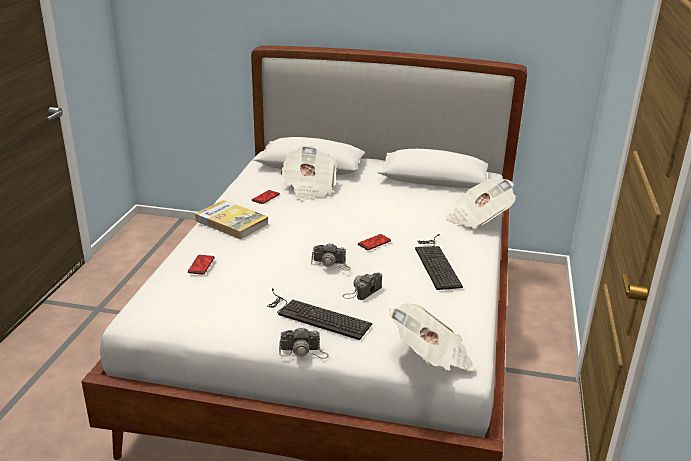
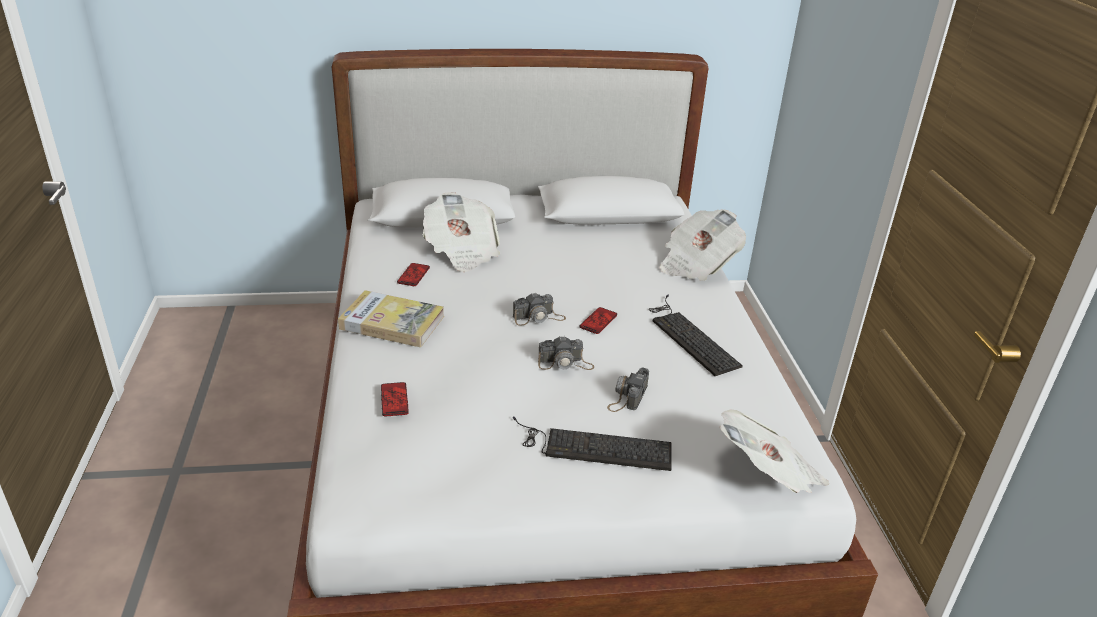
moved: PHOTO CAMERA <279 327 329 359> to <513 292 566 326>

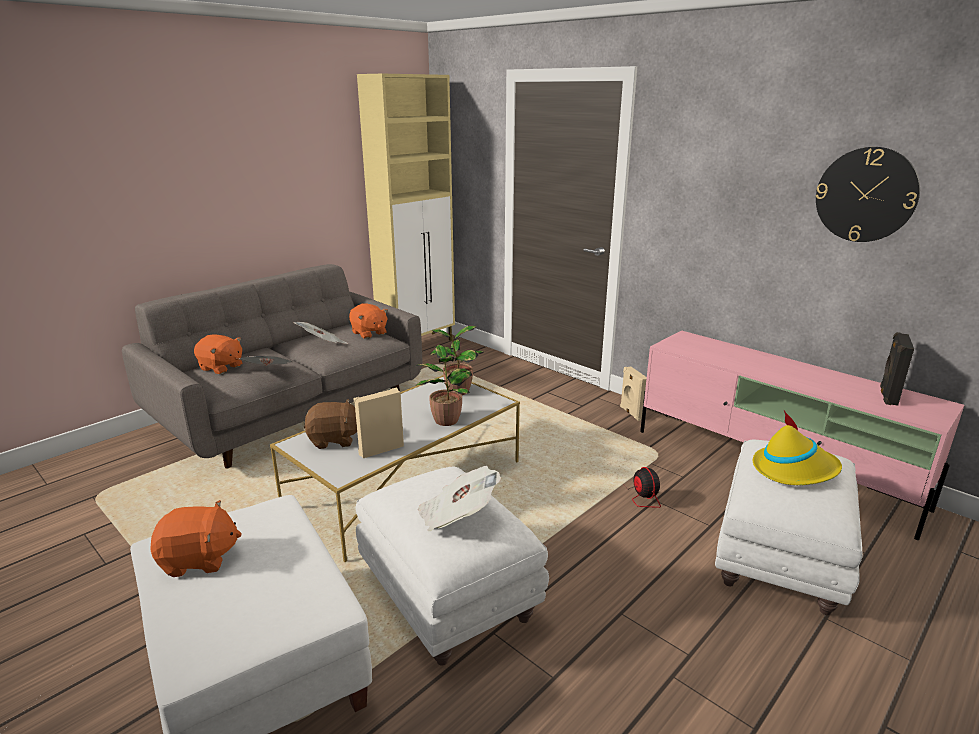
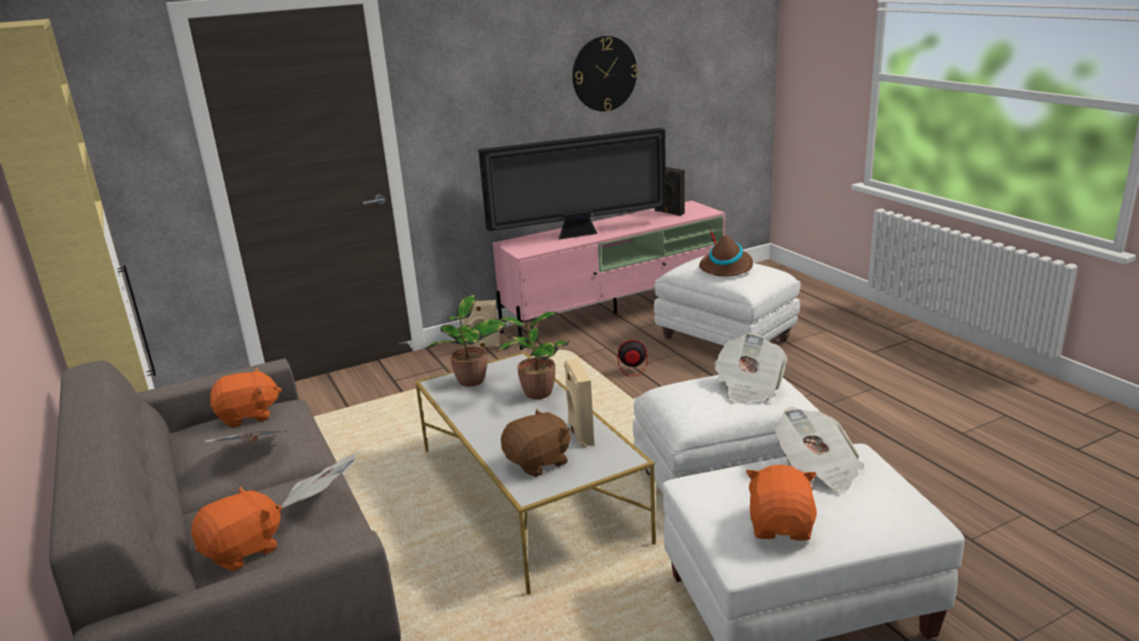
added: TELEVISION <478 128 666 240>; NEWSPAPER <775 407 864 494>
recoloured: YELLOW HAT <753 411 842 485> to BROWN HAT <699 230 753 277>
turned: BROWN PLUSH TOY <304 399 357 449> = <501 409 571 477> 45 degrees clockwise

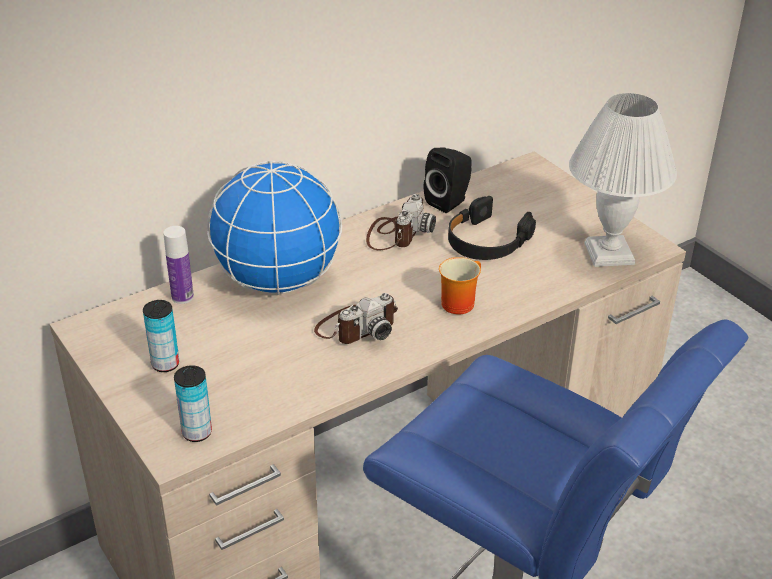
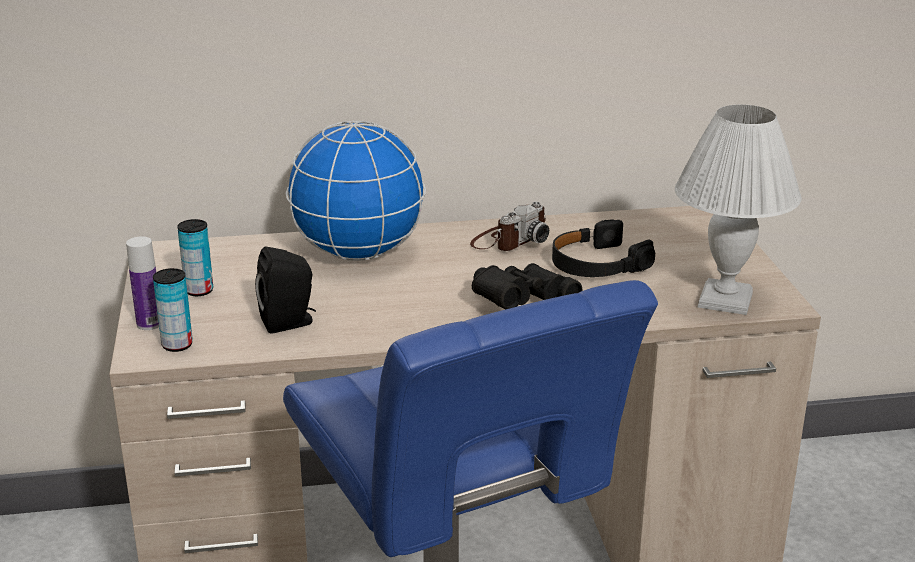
removed: PHOTO CAMERA <314 293 398 344>
moved: BOTTLE <163 226 194 304> to <126 236 159 330>; BLACK SPEAKER <424 148 472 213> to <255 246 316 334>
replaced: MUG <439 257 481 314> to BLACK BINOCULARS <472 263 582 309>

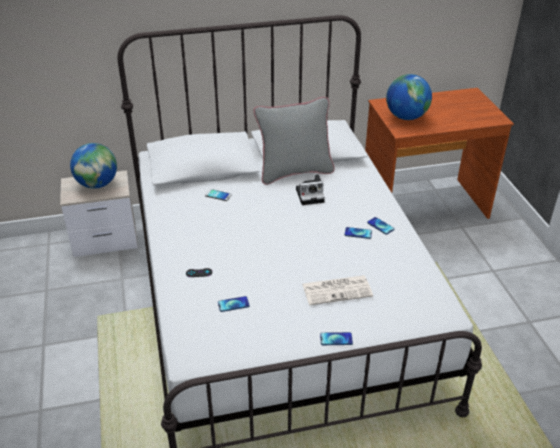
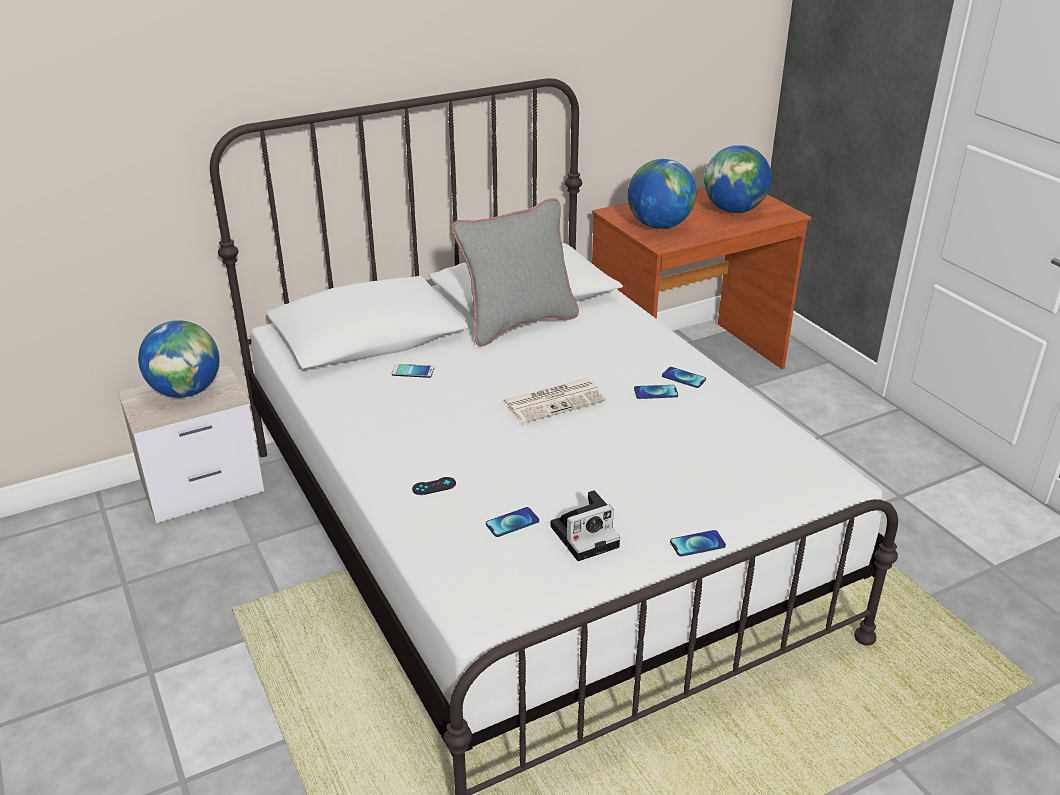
added: GLOBE <704 145 771 213>
moved: PHOTO CAMERA <296 174 325 205> to <550 490 620 561>; NEWSPAPER <302 275 373 305> to <503 378 607 424>

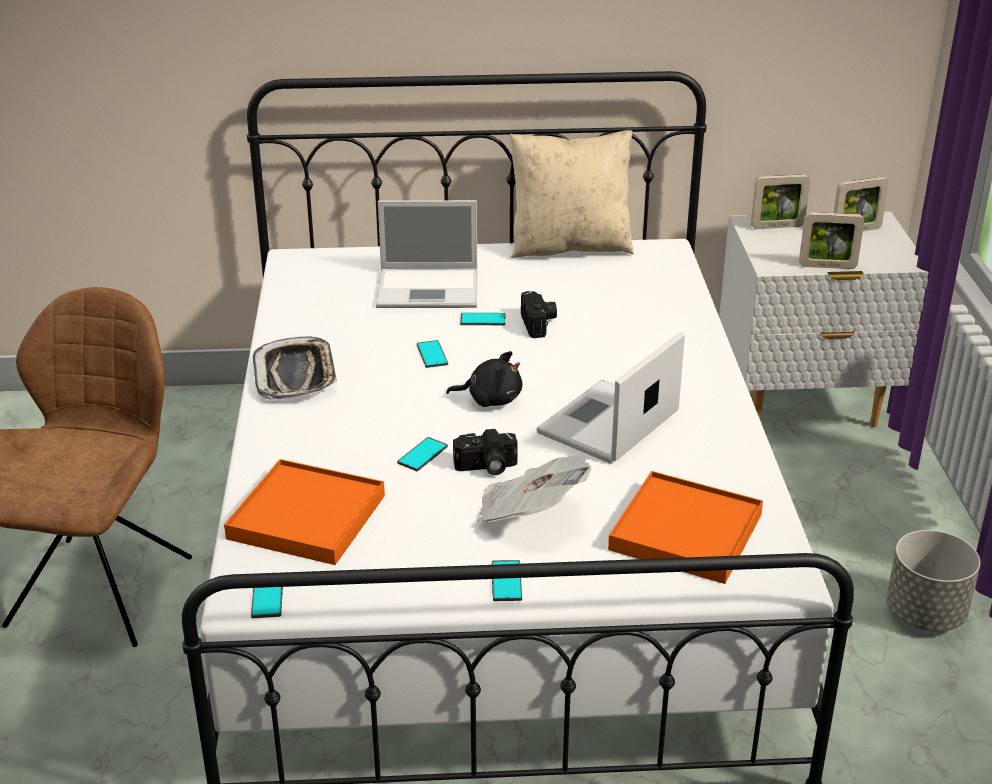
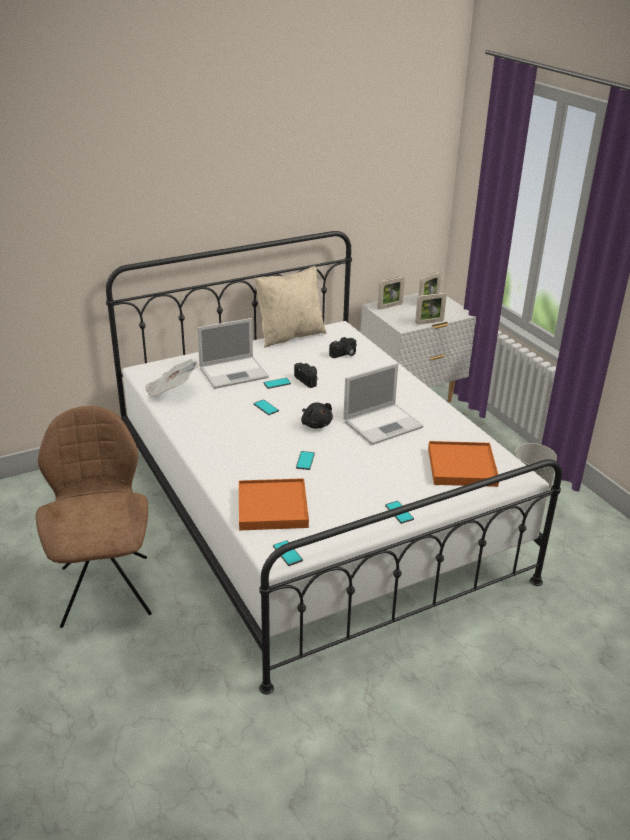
removed: TRAY <253 337 337 400>
moved: PHOTO CAMERA <453 429 518 475> to <329 337 357 358>; NEWSPAPER <477 454 591 522> to <145 359 198 399>
turned: BLACK PLUSH TOY <446 351 522 407> = <301 402 333 428> 75 degrees clockwise; LAPTOP <536 332 685 464> = <343 363 423 445> 135 degrees counterclockwise

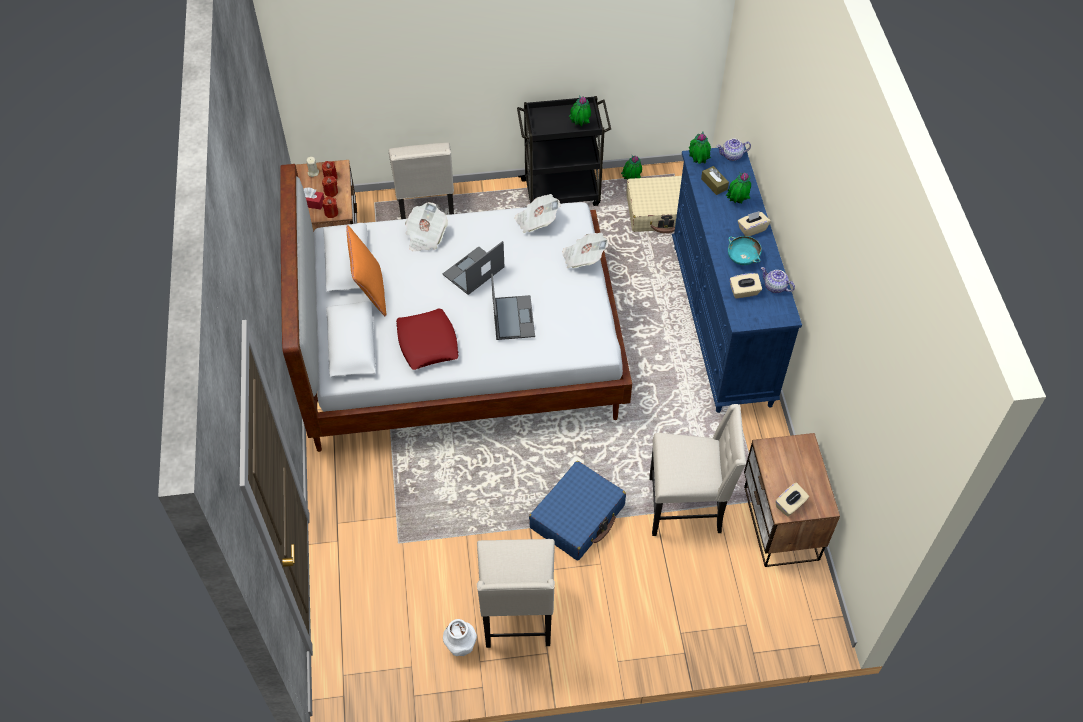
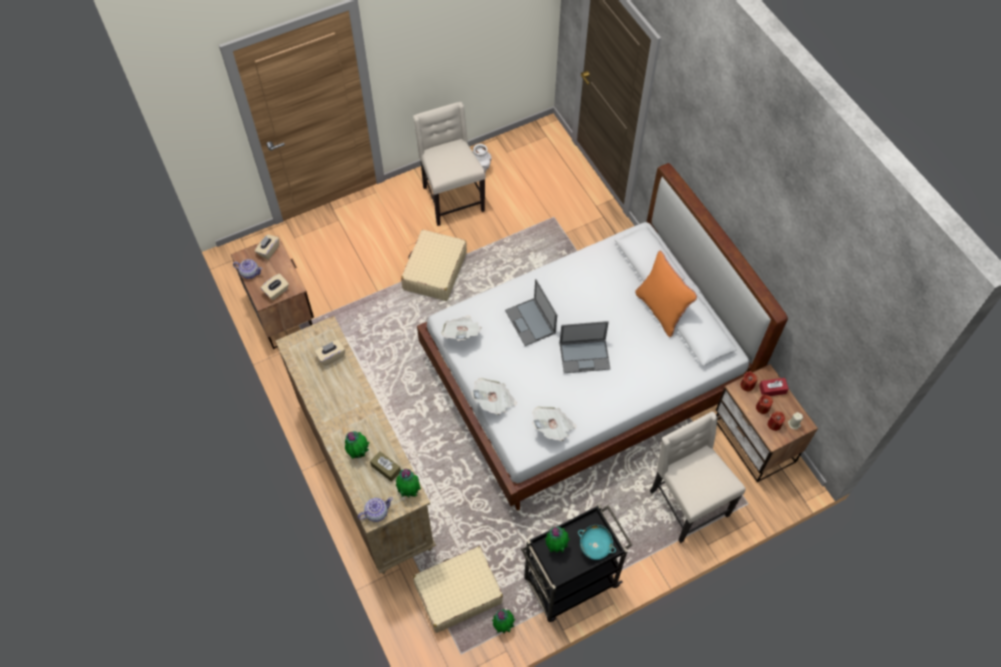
removed: RED PILLOW <396 309 458 370>; BEIGE CHAIR <649 404 746 536>
moved: NEWSPAPER <405 202 448 251> to <441 315 482 341>; TURQUOISE BOWL <728 236 762 265> to <578 525 616 560>; BEIGE TISSUE BOX <738 211 771 236> to <261 273 289 300>; TEAPOT <761 267 795 293> to <233 259 262 279>
recoloured: BLUE SUITCASE <529 461 626 560> to BEIGE SUITCASE <401 230 467 301>; BLUE DRESSER <672 146 802 413> to BEIGE DRESSER <276 316 436 574>
turned: LAPTOP <442 241 505 295> = <560 321 610 373> 60 degrees clockwise

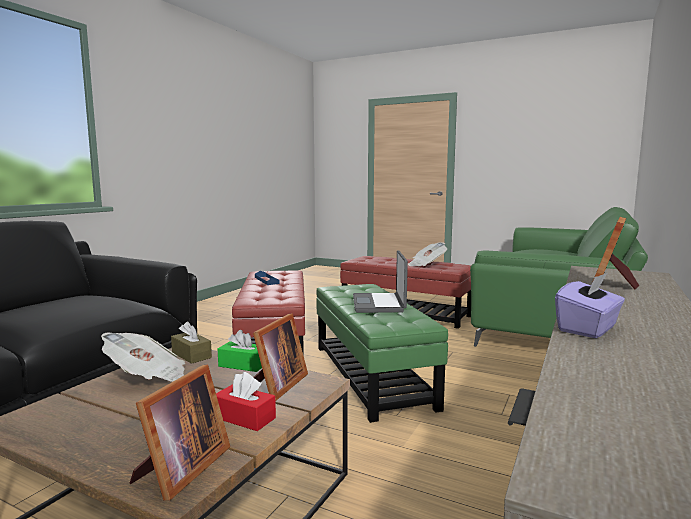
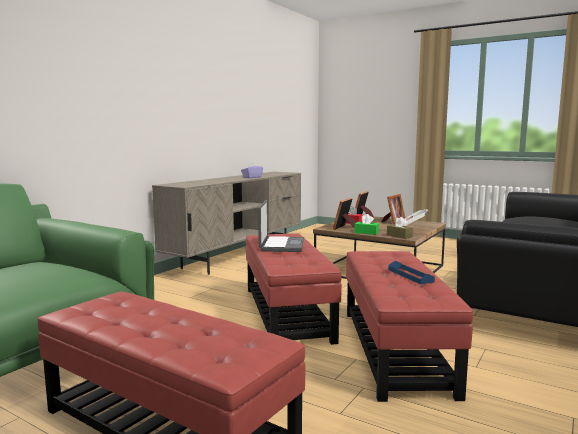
removed: NEWSPAPER <408 242 447 266>
moved: PICTURE FRAME <591 217 639 290> to <381 194 406 224>
recoloured: GREEN OTTOMAN <316 284 448 423> to RED OTTOMAN <246 233 342 345>

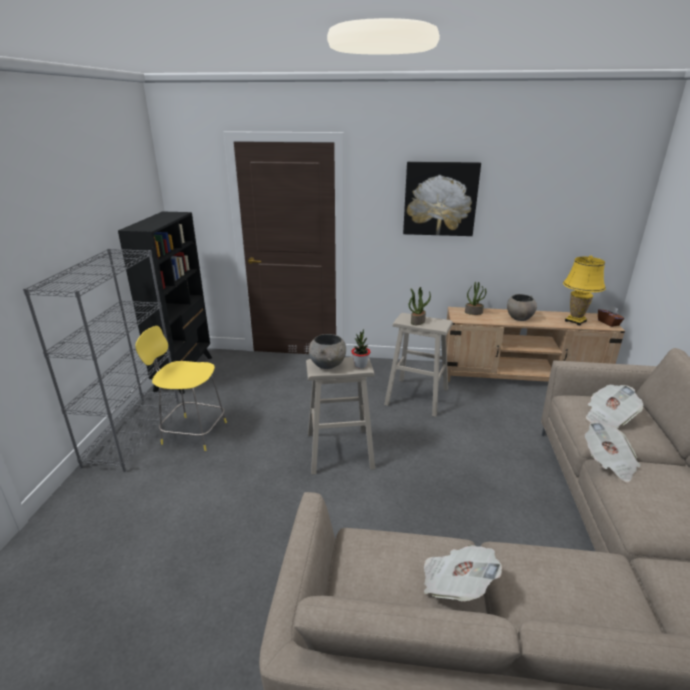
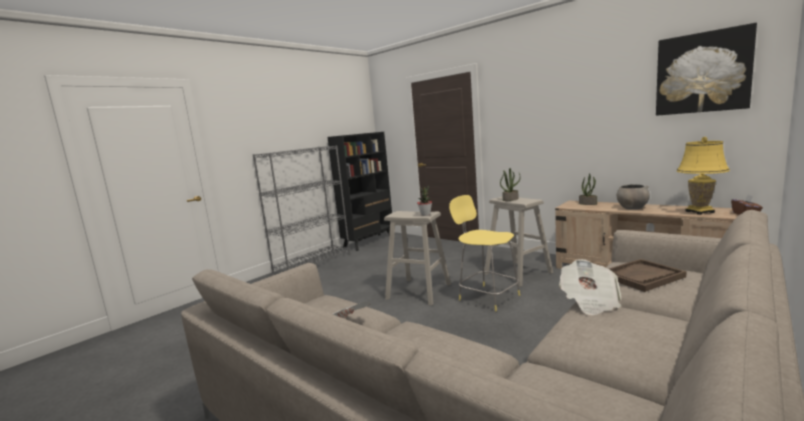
removed: GREY BOWL <309 334 346 369>
moved: YELLOW STOOL <135 326 227 451> to <449 195 520 312>; PICTURE <403 161 481 236> to <656 23 757 116>
replaced: NEWSPAPER <586 385 643 429> to BROWN TRAY <609 259 687 292>

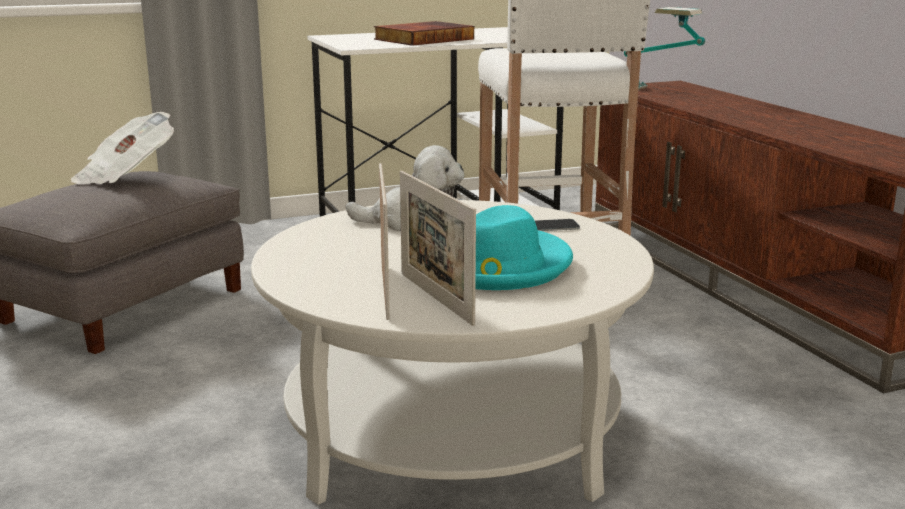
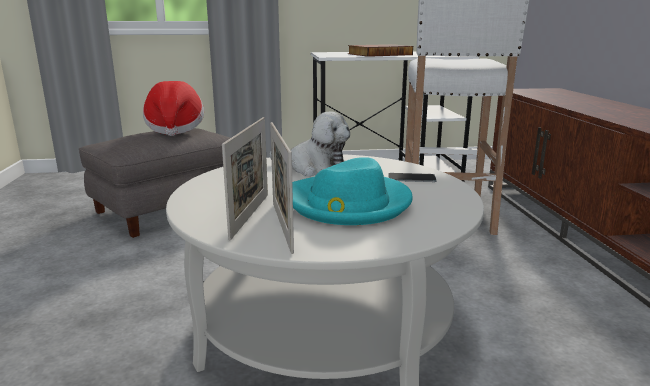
removed: TABLE LAMP <624 7 705 90>
replaced: NEWSPAPER <71 112 174 184> to HAT <143 81 204 136>

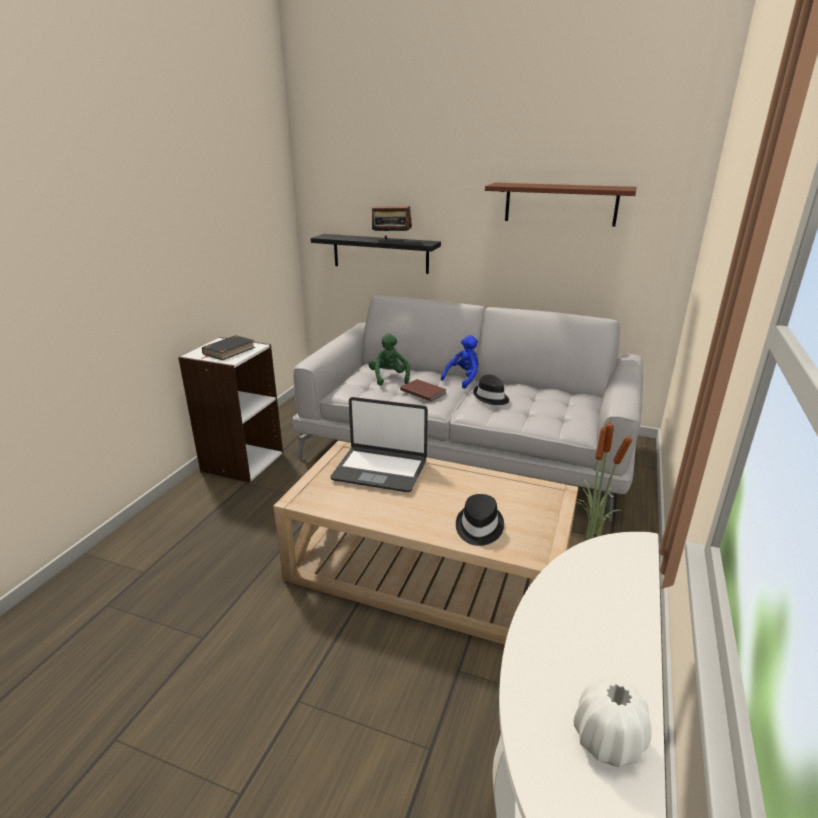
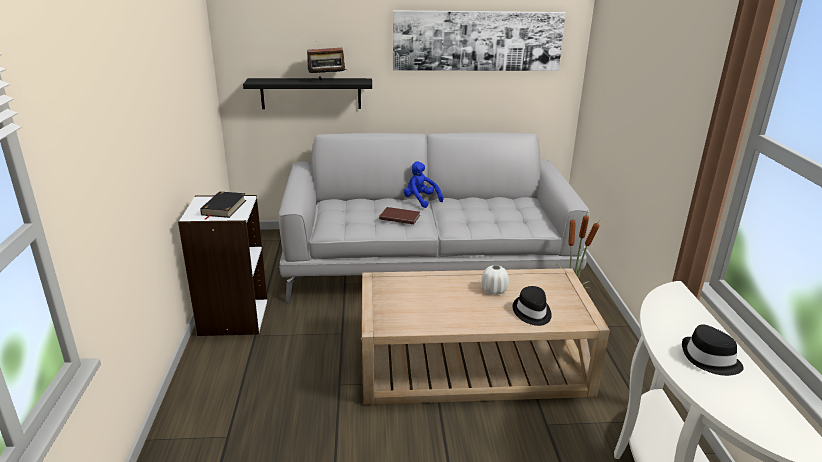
removed: LAPTOP <331 397 428 492>; GREEN PLUSH TOY <368 334 410 386>
moved: BLACK HAT <473 375 509 405> to <682 324 744 376>; WHITE VASE <574 678 652 767> to <481 265 509 295>
replaced: BROWN SHELF <485 183 637 227> to PICTURE <393 10 566 71>
turned: BLUE PLUSH TOY <441 335 478 389> = <404 161 444 208> 60 degrees counterclockwise

